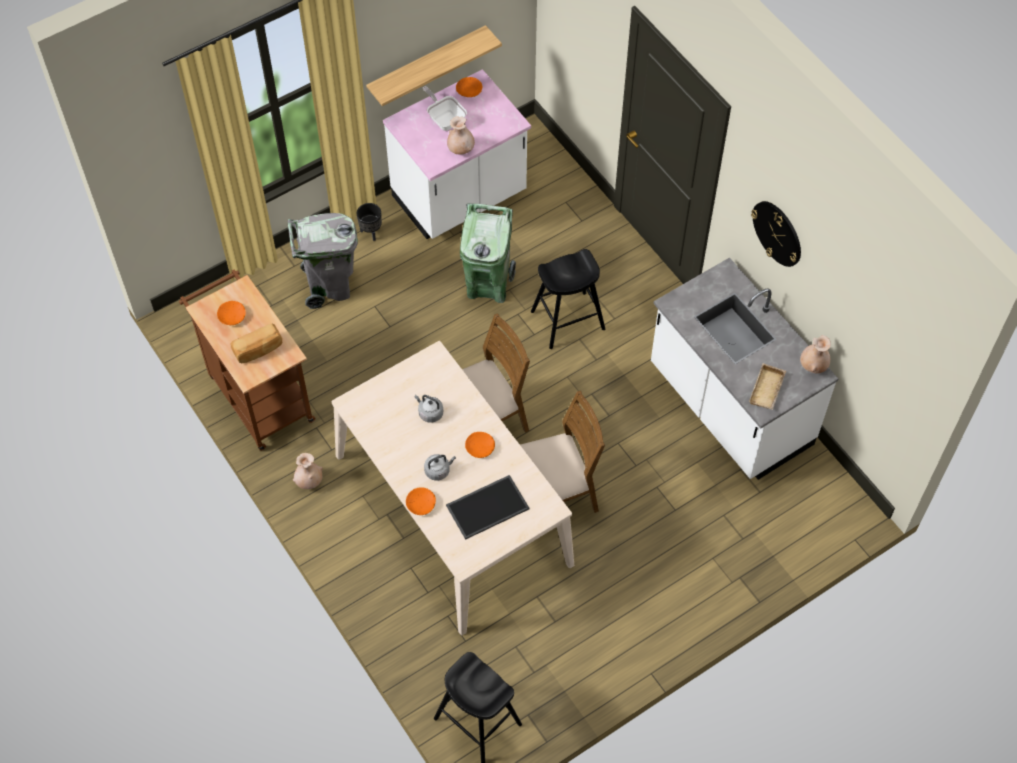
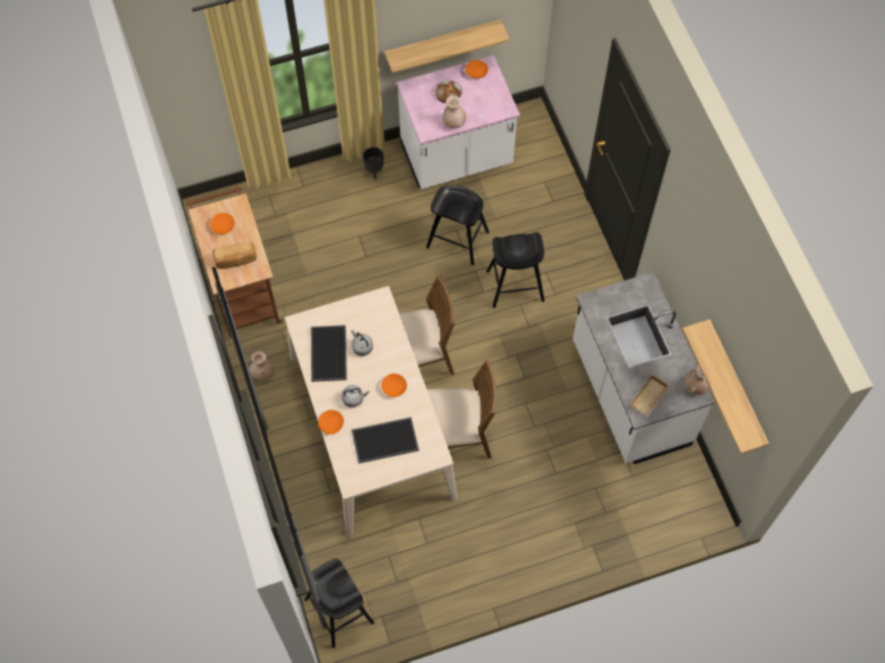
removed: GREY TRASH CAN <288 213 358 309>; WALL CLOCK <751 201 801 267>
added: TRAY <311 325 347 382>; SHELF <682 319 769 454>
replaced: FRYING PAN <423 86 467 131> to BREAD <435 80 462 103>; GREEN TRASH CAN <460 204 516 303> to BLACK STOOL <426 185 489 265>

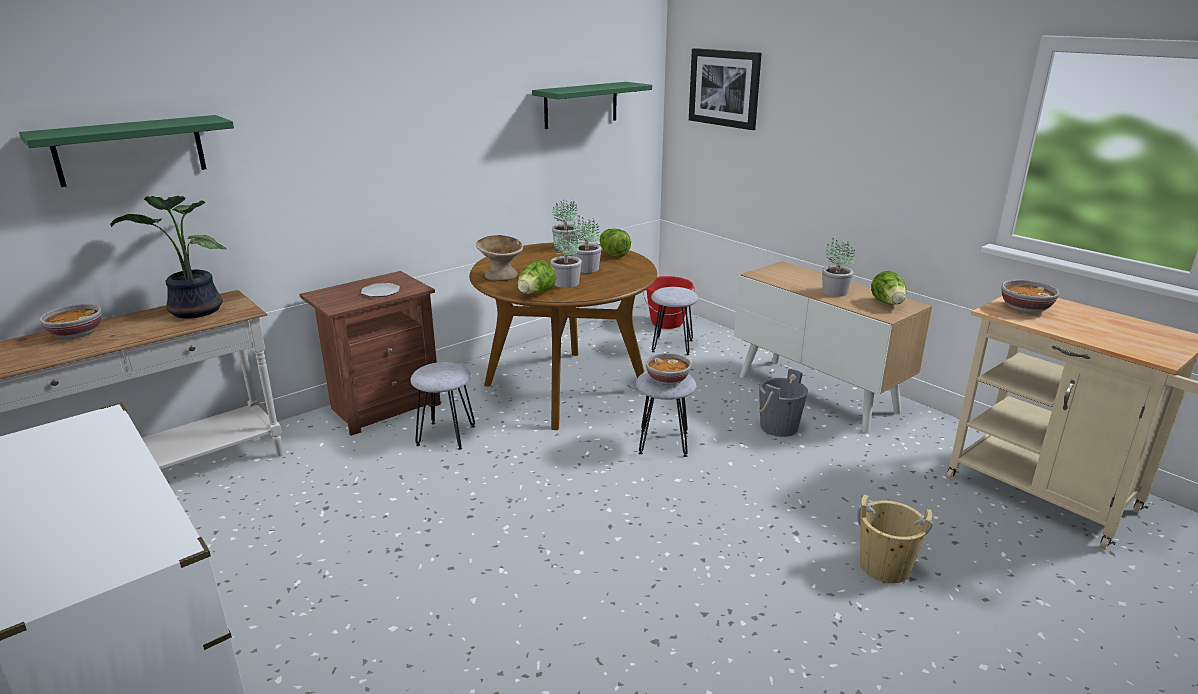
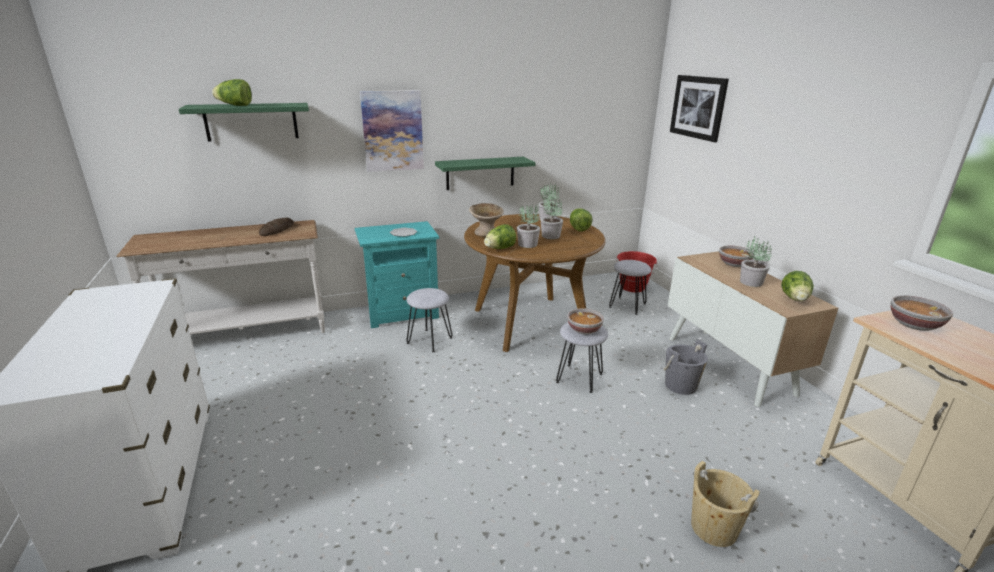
added: LETTUCE <212 79 252 106>; PICTURE <360 90 424 172>
moved: BOWL <40 304 102 339> to <719 245 754 267>; GREEN SHELF <532 82 652 129> to <435 157 536 190>
replaced: POTTED PLANT <110 196 227 319> to BREAD <259 218 294 236>
recoloured: BROWN NIGHTSTAND <299 271 441 436> to TURQUOISE NIGHTSTAND <355 221 439 328>

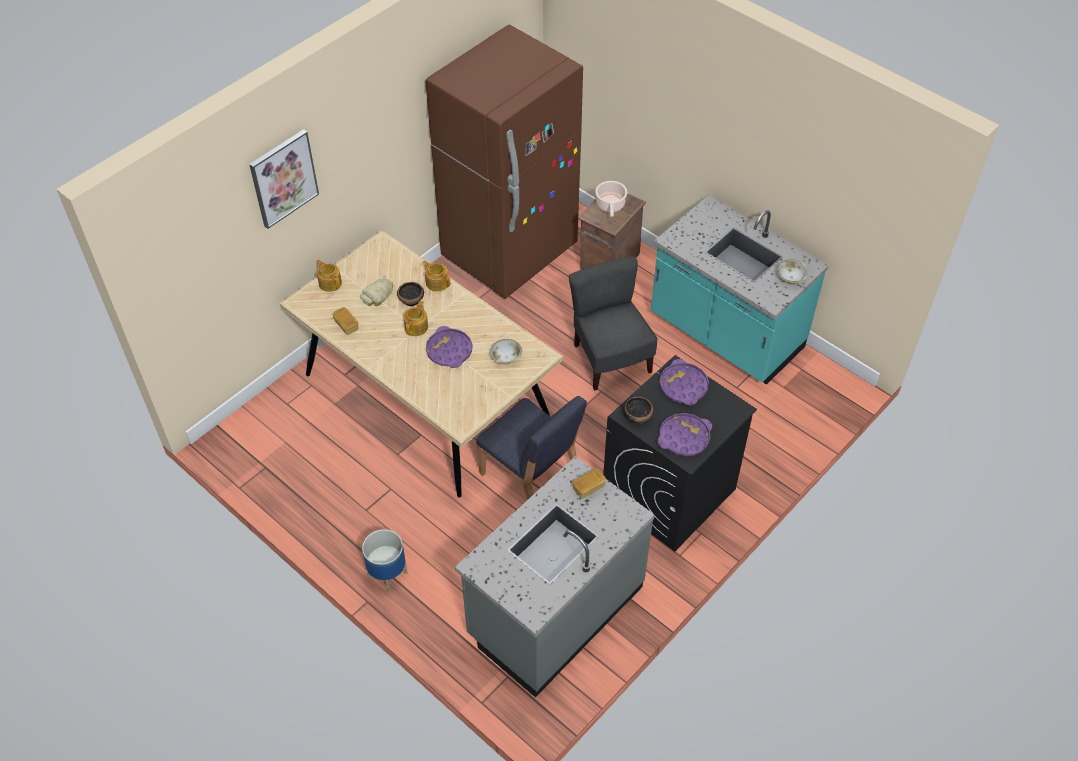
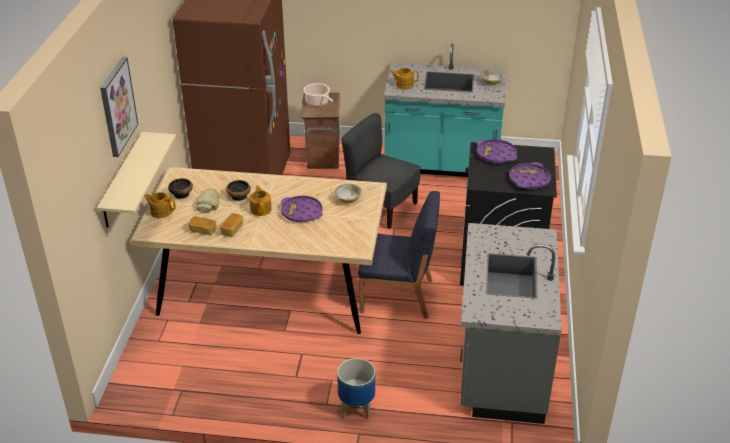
added: BEIGE SHELF <97 132 176 228>
moved: TEAPOT <422 261 451 292> to <390 68 419 90>; BREAD <573 468 606 498> to <220 213 243 237>; BOWL <623 397 653 424> to <168 178 193 199>

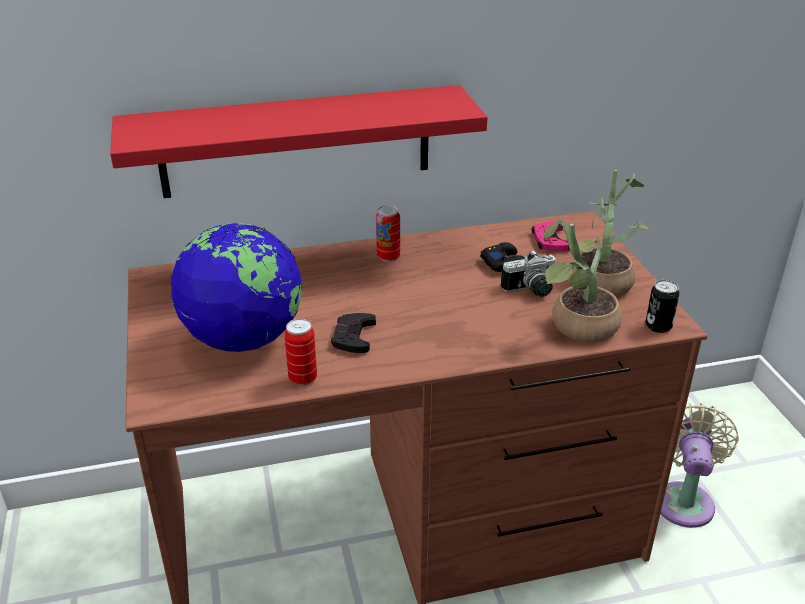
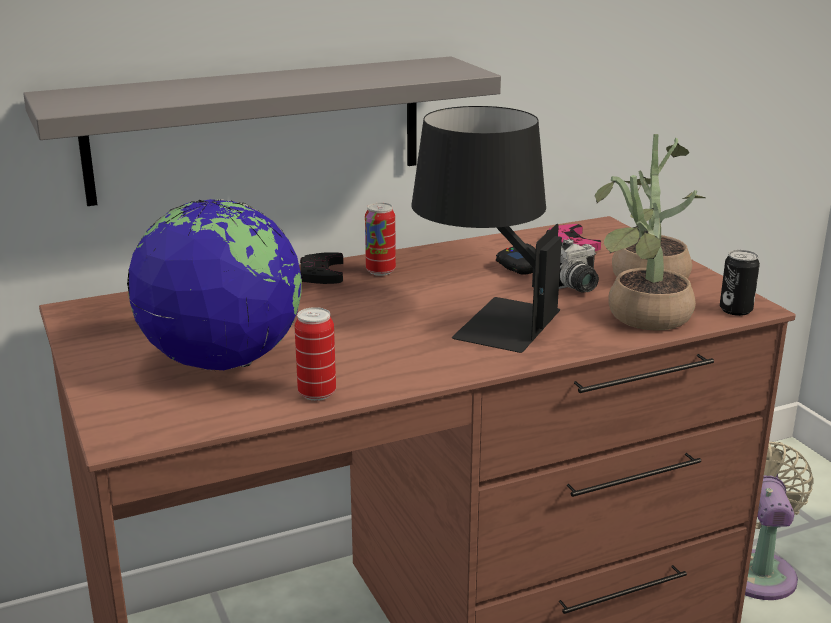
added: BLACK TABLE LAMP <412 106 562 353>
moved: BLACK GAME CONTROLLER <331 313 376 353> to <300 252 343 284>
recoloured: RED SHELF <110 85 488 198> to GREY SHELF <23 56 501 206>

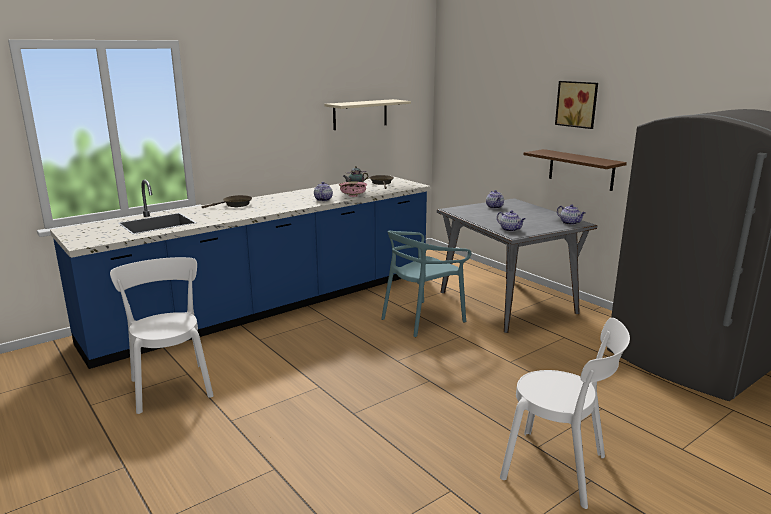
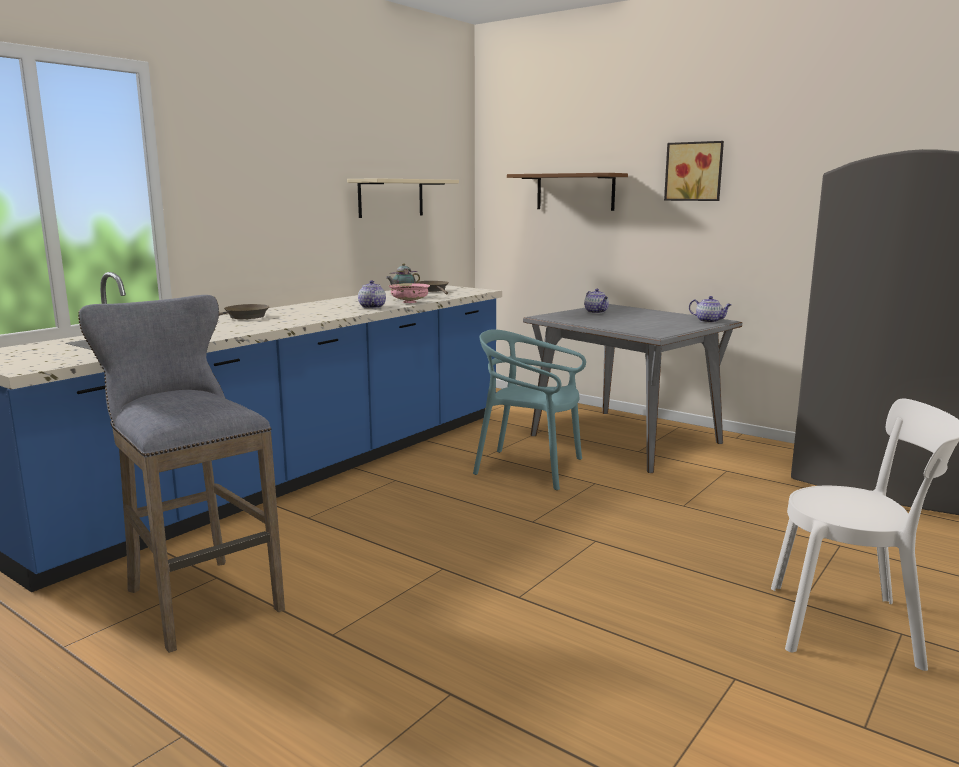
removed: TEAPOT <497 210 525 232>
moved: BROWN SHELF <523 149 627 191> to <507 173 628 211>
replaced: WHITE CHAIR <110 257 214 414> to GREY STOOL <78 295 285 653>
turned: TURQUOISE CHAIR <381 231 471 337> = <473 329 586 490> 75 degrees clockwise

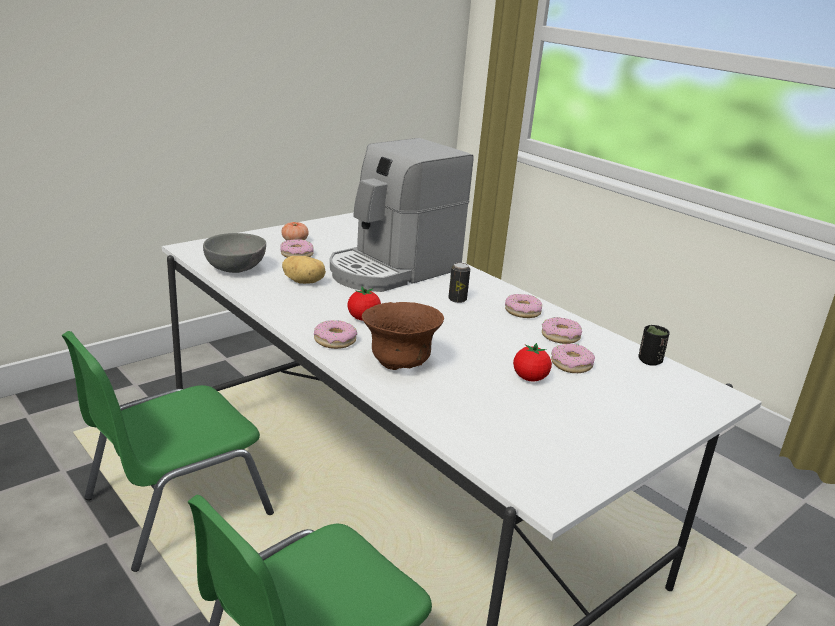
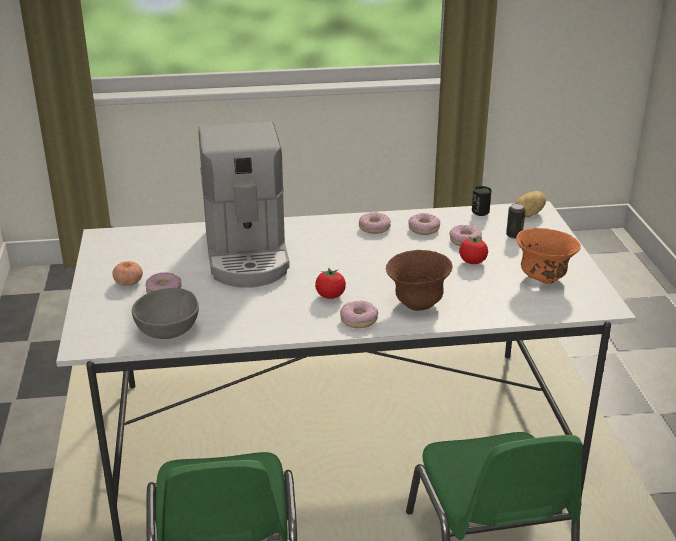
added: ORANGE BOWL <516 228 581 284>
moved: POTATO <282 256 326 284> to <515 191 546 217>; CAN <448 262 470 303> to <506 204 526 239>

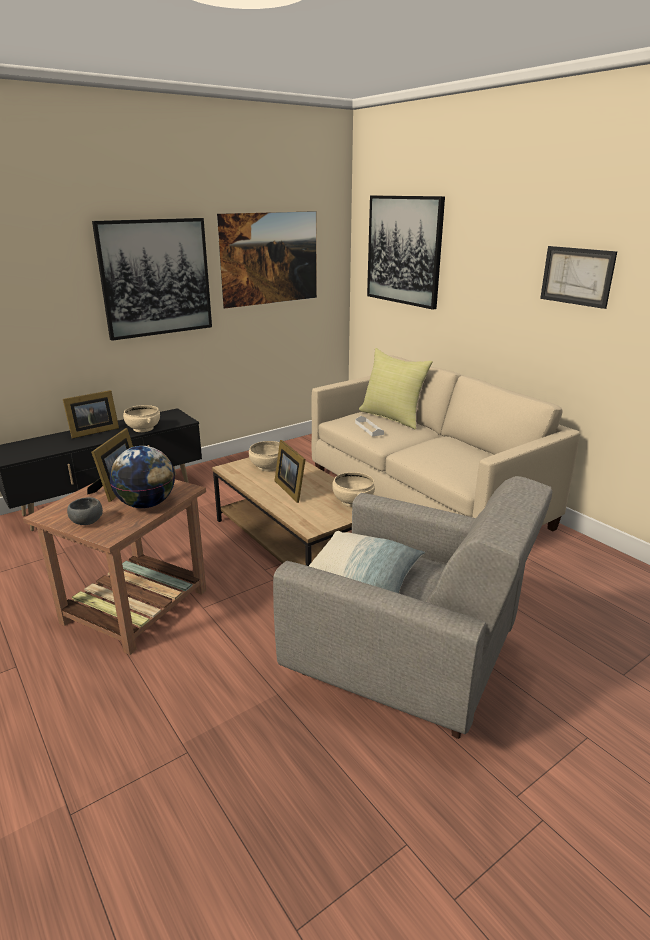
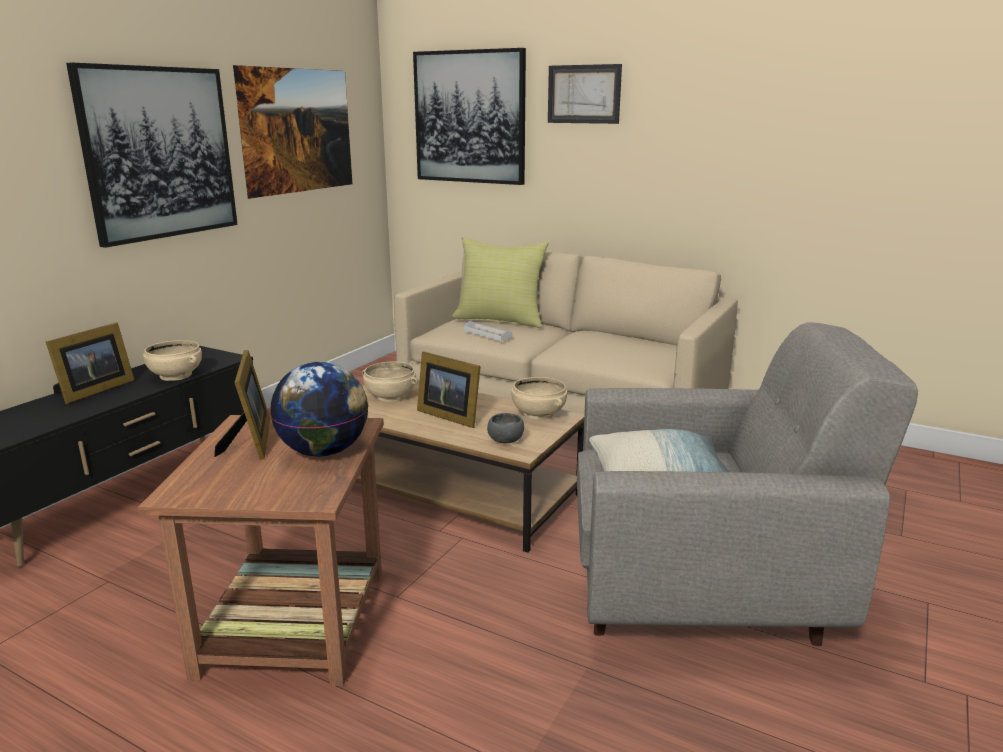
moved: GREY BOWL <67 497 103 525> to <487 413 524 443>; PICTURE <540 246 617 309> to <548 64 622 124>

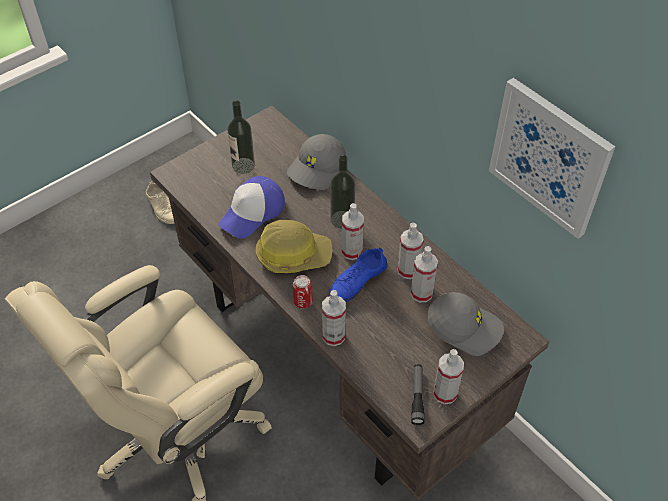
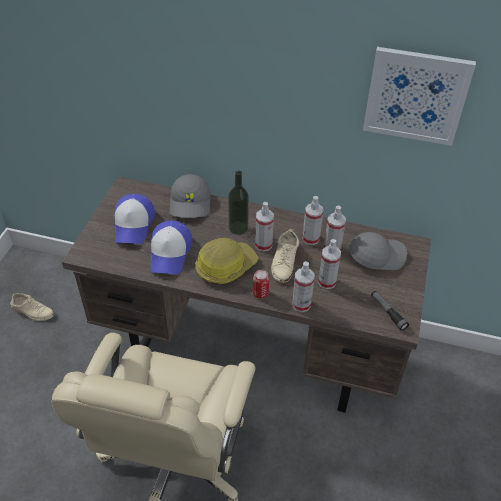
moved: SPRAY BOTTLE <433 349 464 404> to <318 239 341 289>
replaced: BOTTLE <227 100 255 174> to CAP <114 194 155 244>
recoloured: BLUE SHOE <329 247 387 302> to BEIGE SHOE <271 229 299 283>

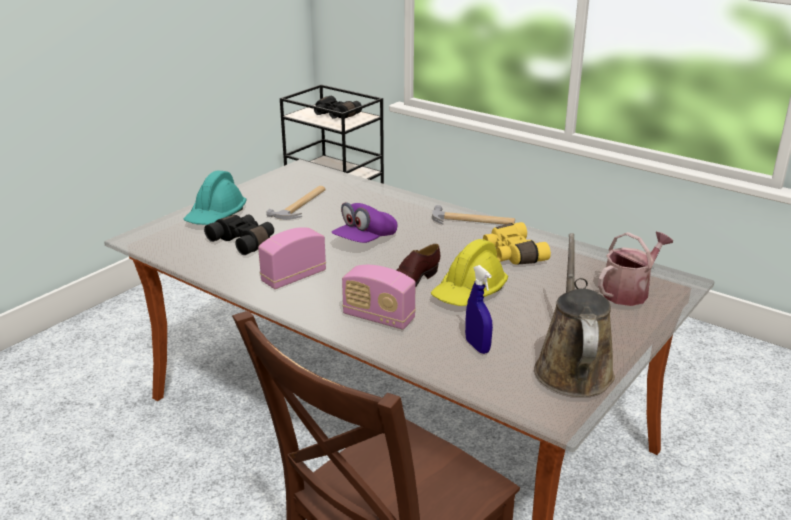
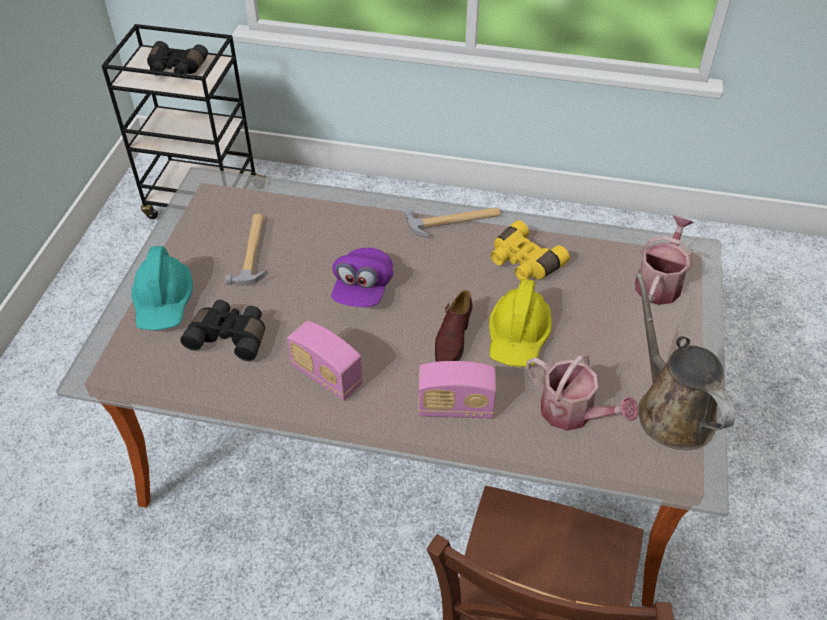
replaced: BLUE SPRAY BOTTLE <465 265 493 354> to WATERING CAN <526 354 639 431>
turned: RADIO <258 227 326 289> = <287 321 363 401> 75 degrees counterclockwise

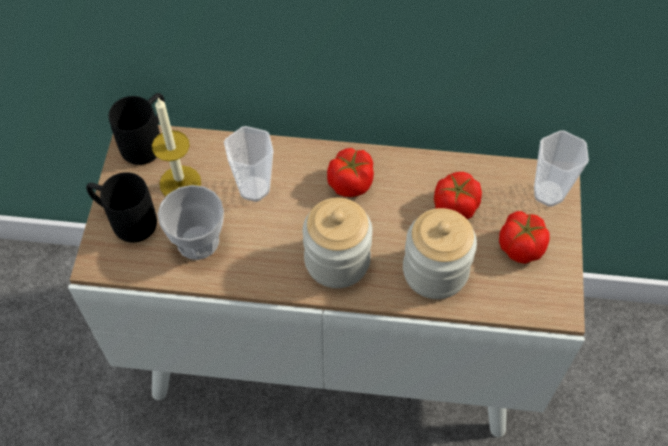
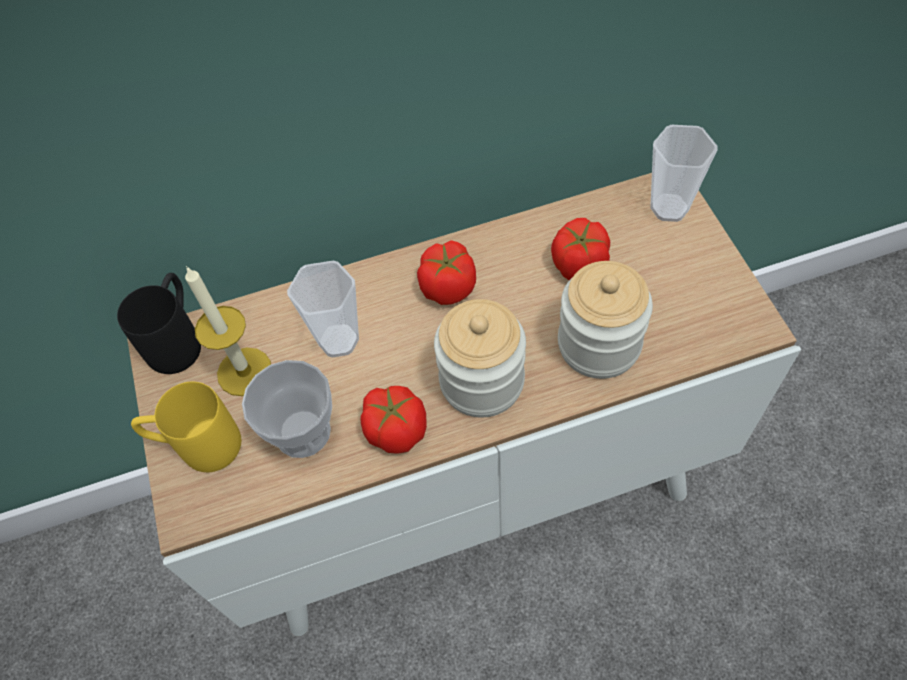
moved: TOMATO <499 211 550 264> to <360 386 427 454>
recoloured: BLACK MUG <86 172 157 243> to YELLOW MUG <131 382 241 472>

